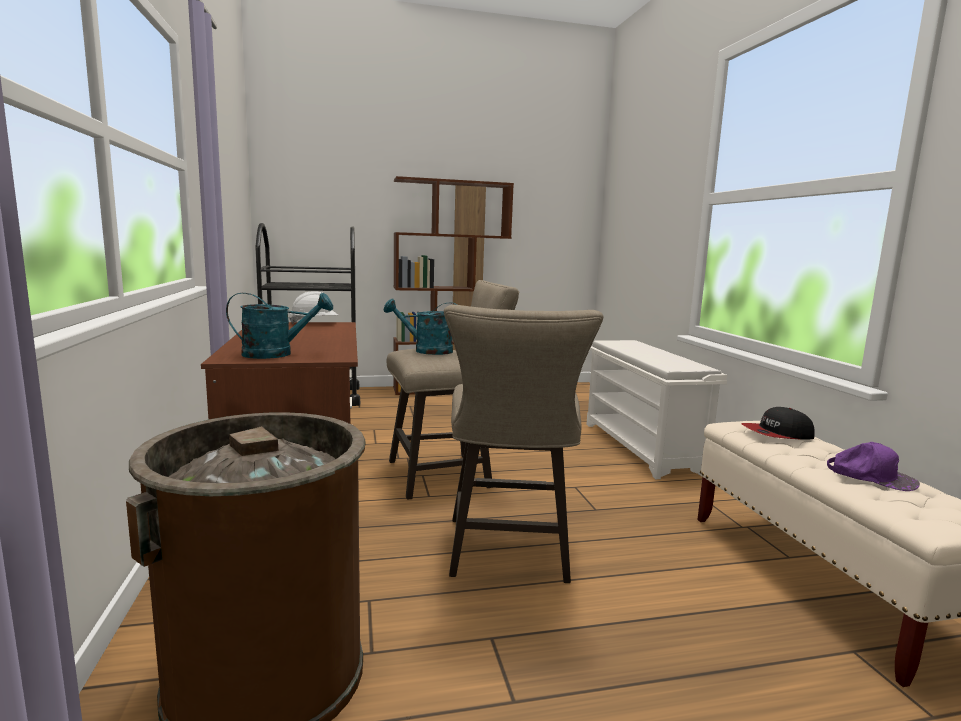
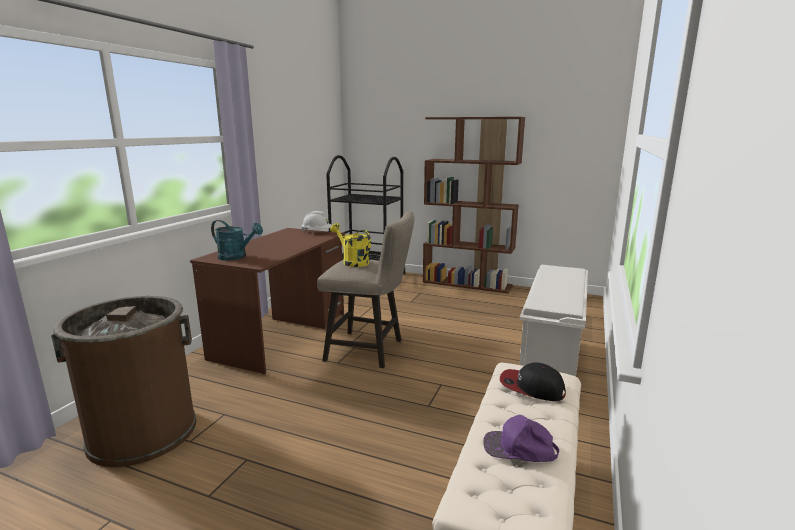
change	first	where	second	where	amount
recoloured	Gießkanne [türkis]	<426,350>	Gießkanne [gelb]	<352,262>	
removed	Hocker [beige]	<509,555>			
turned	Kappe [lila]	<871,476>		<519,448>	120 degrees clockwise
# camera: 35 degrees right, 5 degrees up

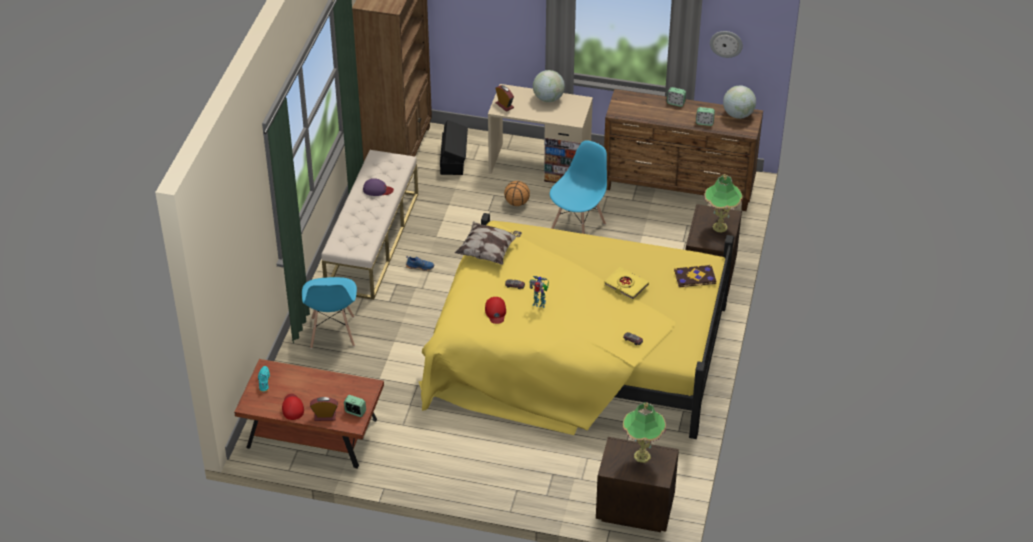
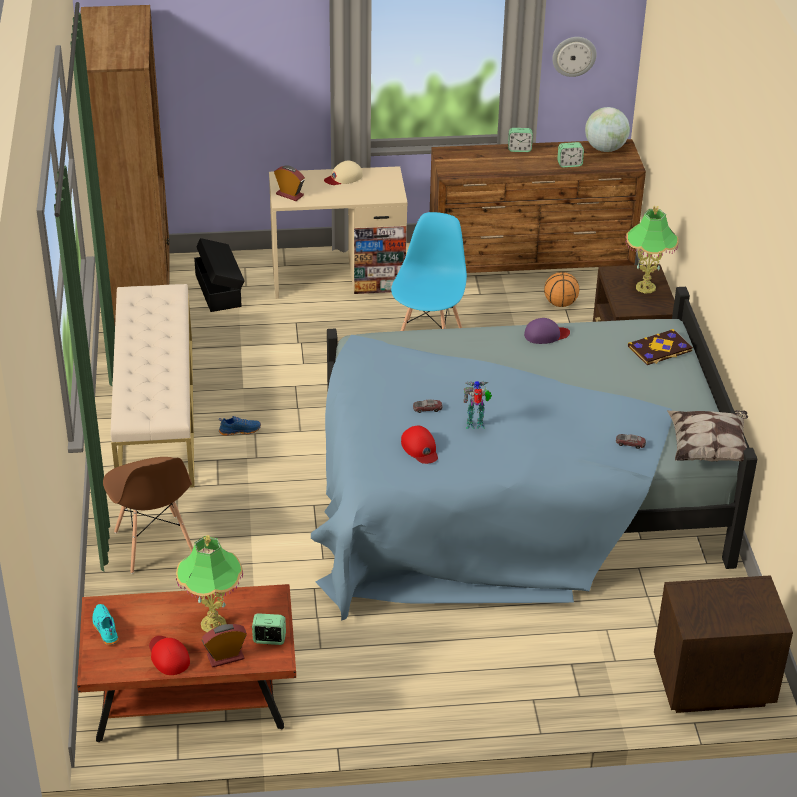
change	first	where	second	where	amount
recoloured	Stuhl [blau]	<332,333>	Stuhl [braun]	<154,544>	
moved	Kappe [lila]	<377,190>		<546,335>	
recoloured	Bett [gelb]	<576,353>	Bett [blau]	<512,495>	
moved	Kissen	<488,251>		<709,449>	
moved	Basketball	<517,203>		<560,303>	
replaced	Globus	<548,98>	Kappe [beige]	<343,177>	
removed	Buch [gelb]	<626,286>			
moved	Tischlampe	<641,456>		<213,624>	
# camera: 20 degrees left, 5 degrees down

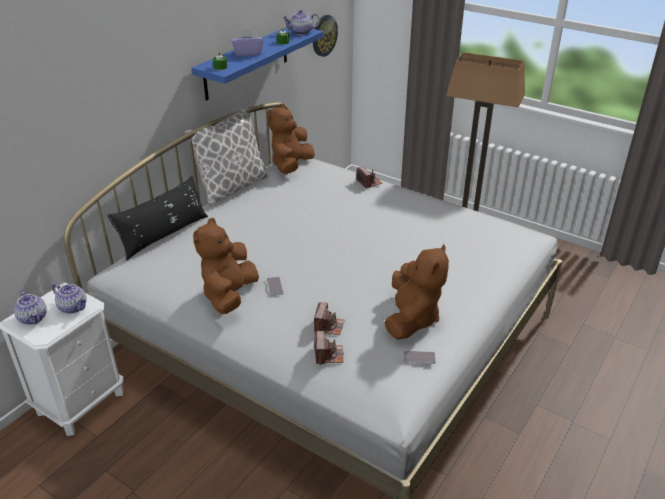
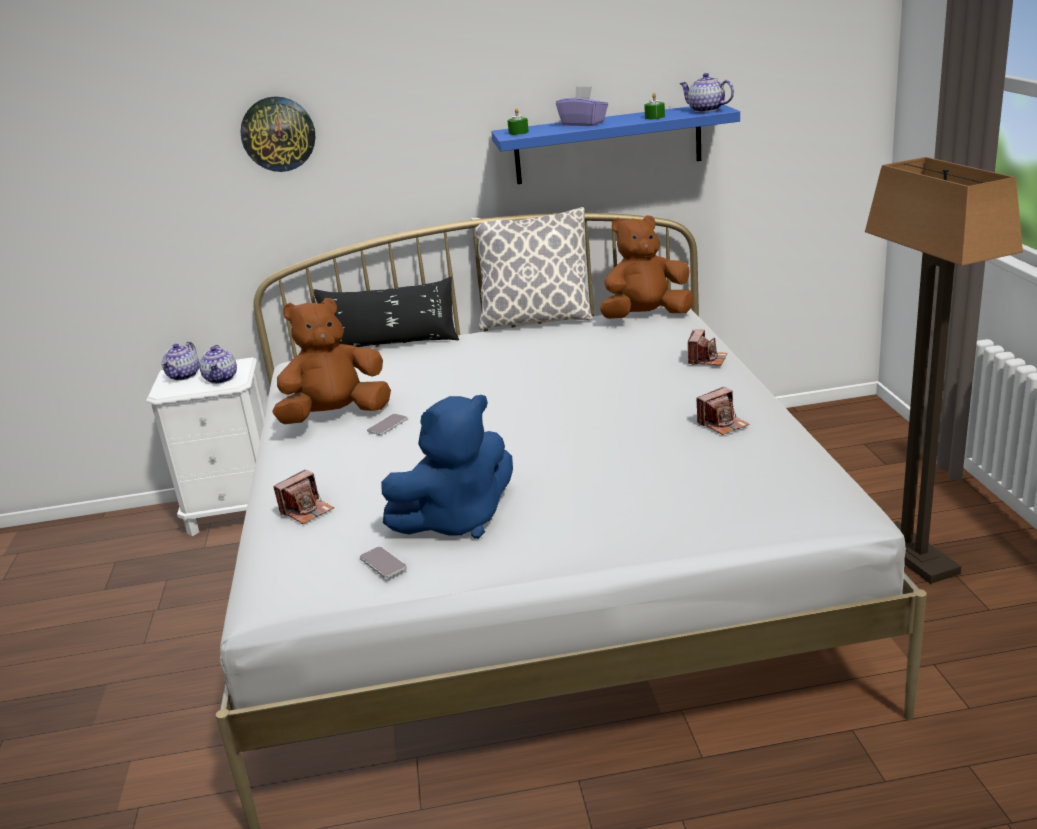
change	first	where	second	where	amount
moved	Wanduhr	<324,35>		<278,134>	
moved	Kamera	<328,326>		<722,424>	
recoloured	Plüschtier [braun]	<411,318>	Plüschtier [blau]	<457,520>	
# camera: 50 degrees right, 10 degrees down

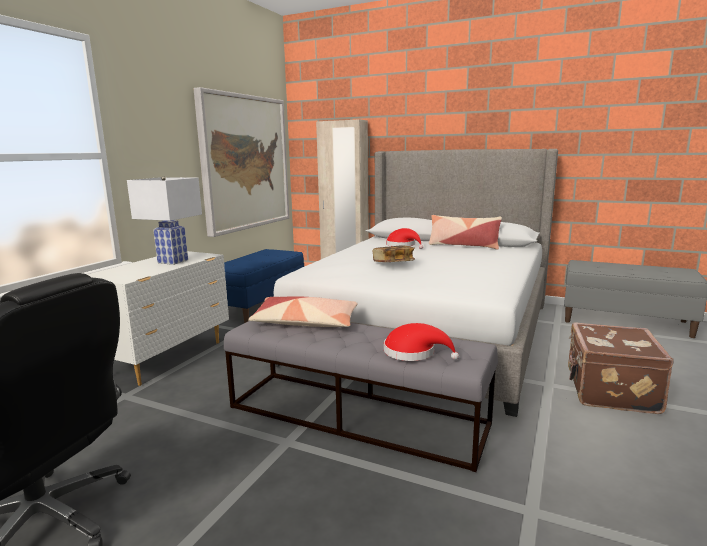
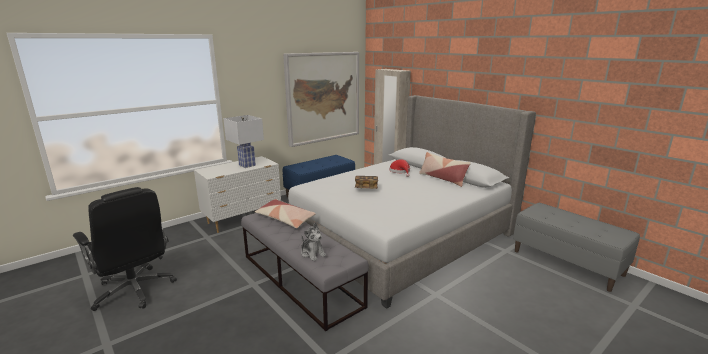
change	first	where	second	where	amount
replaced	Hut [rot]	<414,353>	Plüschtier	<312,253>	
removed	Koffer [braun]	<609,391>			
# camera: 25 degrees right, 5 degrees up

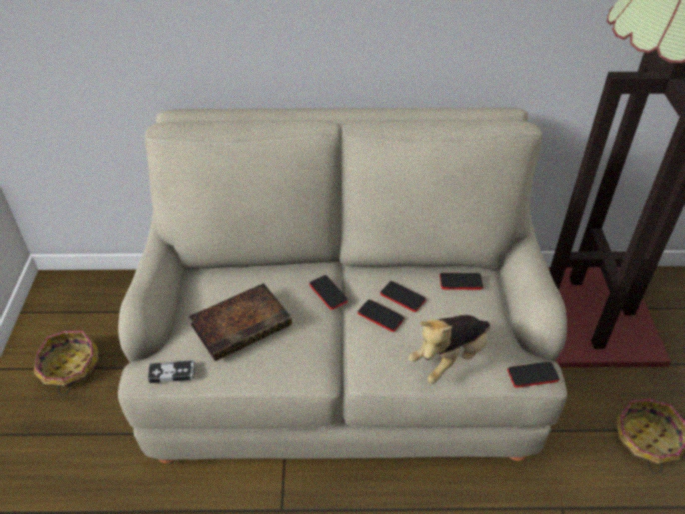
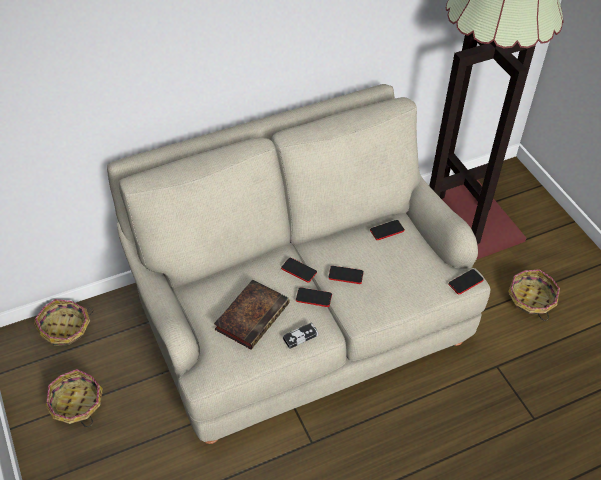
change	first	where	second	where	amount
moved	Gamepad	<172,373>		<300,337>	
moved	Handy	<402,297>		<313,298>	
removed	Plüschtier	<450,358>			
added			Korb	<65,329>	
# camera: 25 degrees left, 5 degrees up

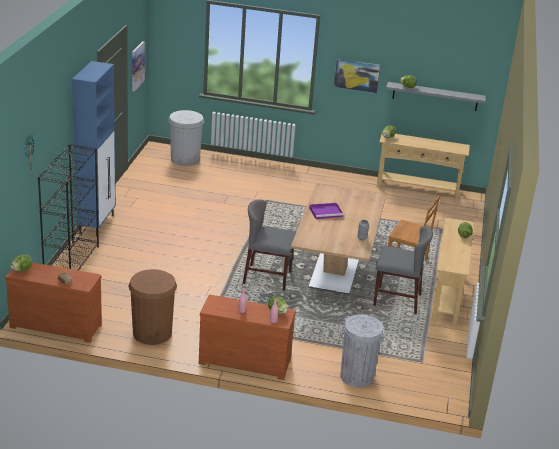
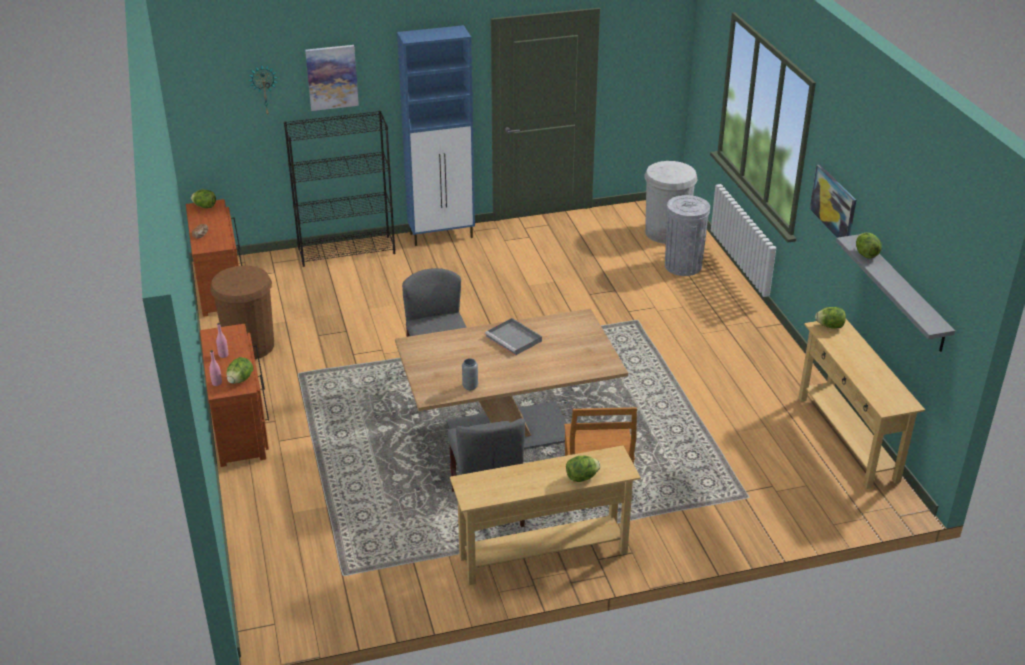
change	first	where	second	where	amount
moved	Bild	<137,66>		<332,77>	
recoloured	Tablett [lila]	<326,212>	Tablett [grau]	<514,339>	
moved	Mülleimer [grau]	<357,376>		<683,266>	
# camera: 65 degrees right, 5 degrees up

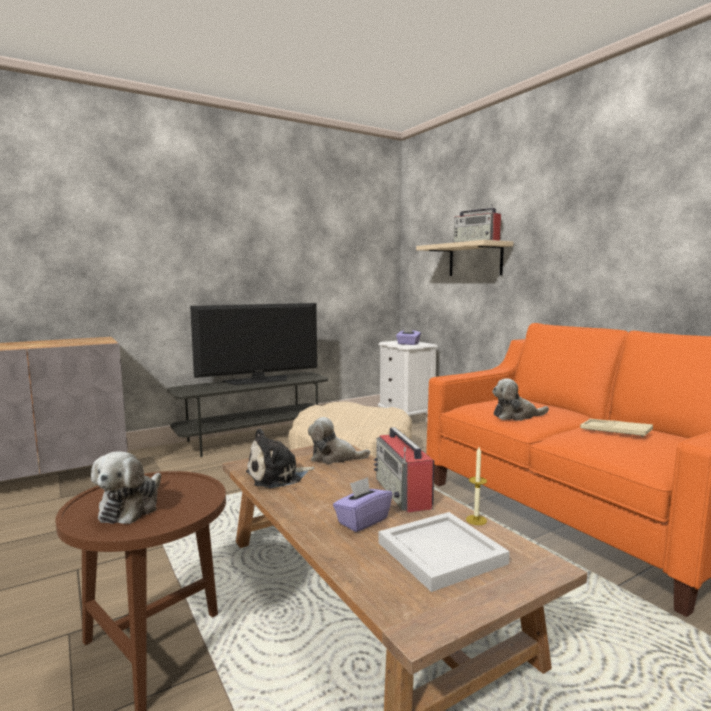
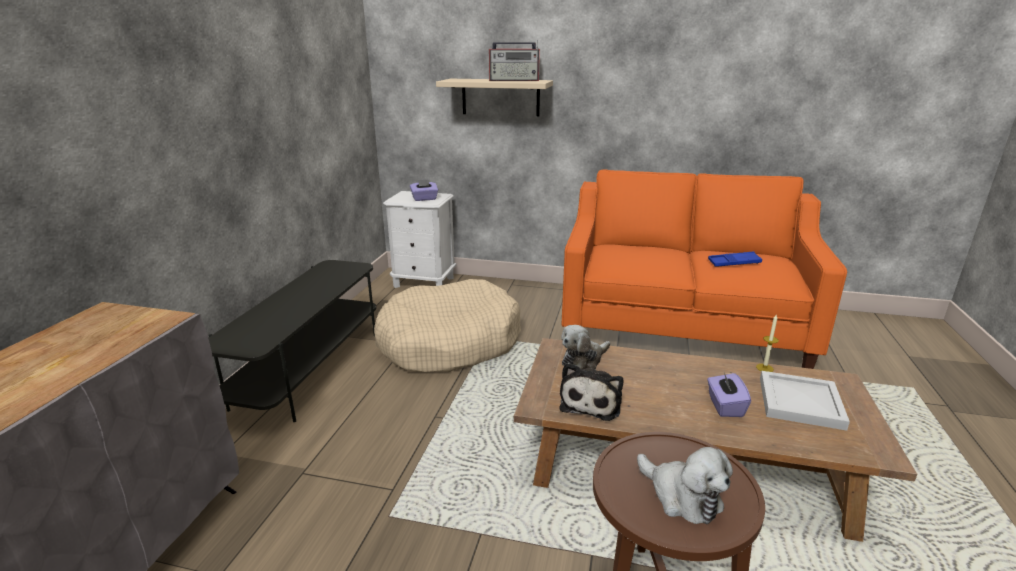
change	first	where	second	where	amount
removed	Fernseher	<258,380>			
removed	Radio	<403,493>			
removed	Plüschtier	<516,416>			
recoloured	Tablett [beige]	<615,432>	Tablett [blau]	<734,263>	
# camera: 45 degrees left, 15 degrees up

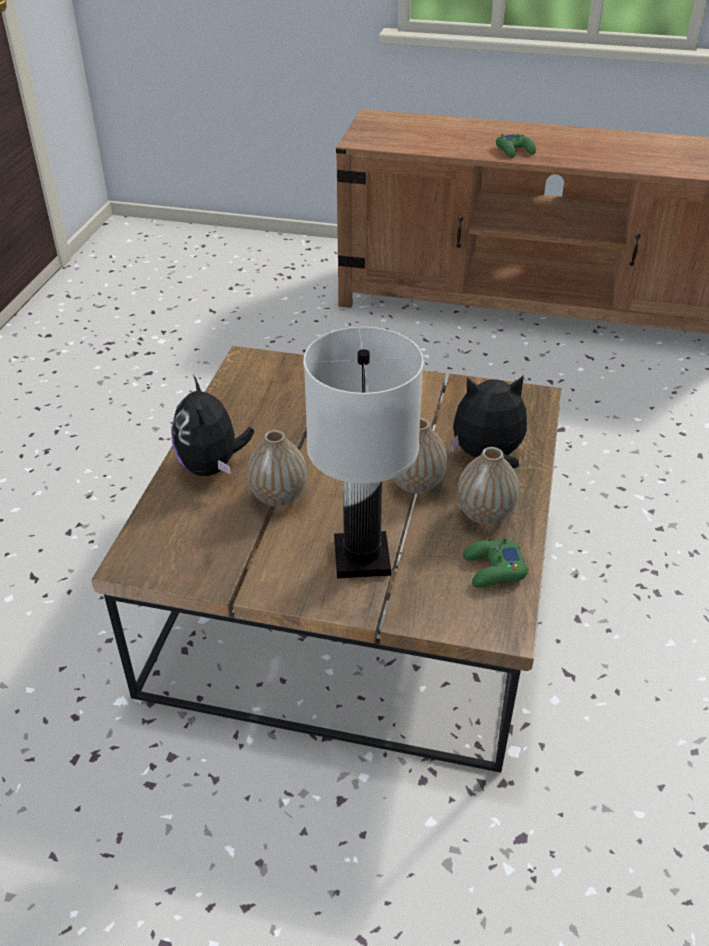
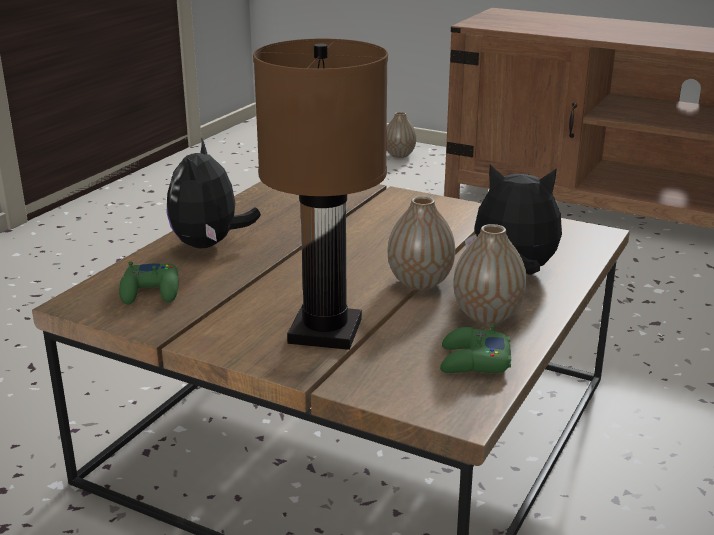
change	first	where	second	where	amount
moved	Vase	<278,496>		<399,155>	
recoloured	Tischlampe [weiß]	<363,558>	Tischlampe [braun]	<326,332>	
moved	Gamepad [grün]	<515,150>		<151,291>	
# camera: 15 degrees right, 15 degrees down

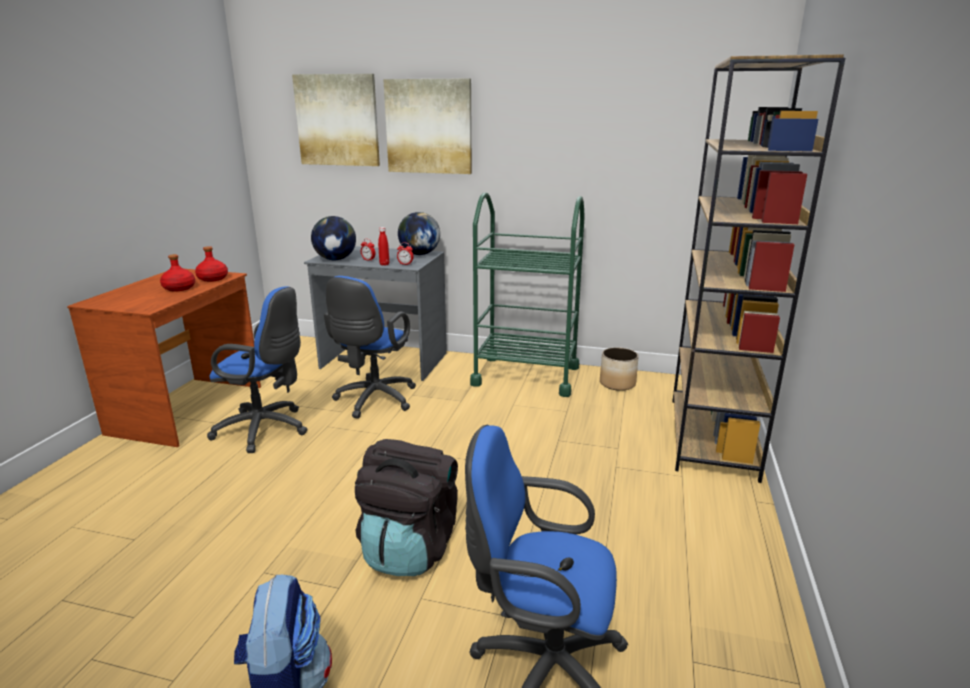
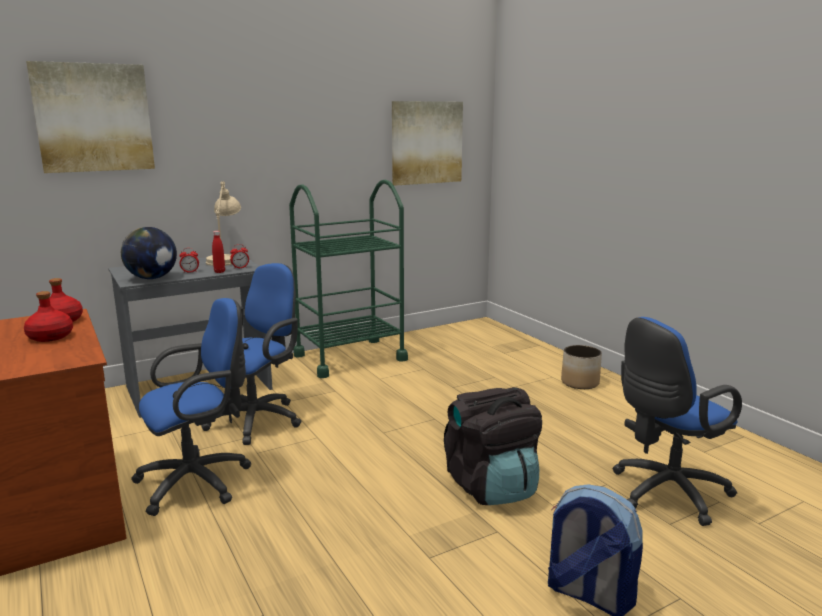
change	first	where	second	where	amount
turned	Bürostuhl [blau]	<373,401>		<259,419>	120 degrees counterclockwise
moved	Bild	<429,126>		<426,142>	
replaced	Globus	<419,254>	Tischlampe [beige]	<226,259>	
moved	Pflanzkübel	<617,384>		<580,382>	
removed	Bücherregal [braun]	<712,437>			
# camera: 45 degrees left, 5 degrees down

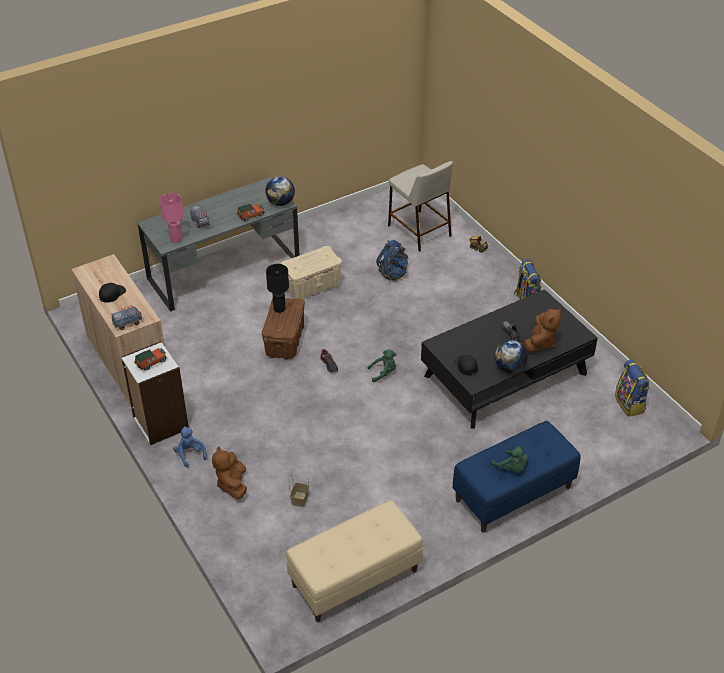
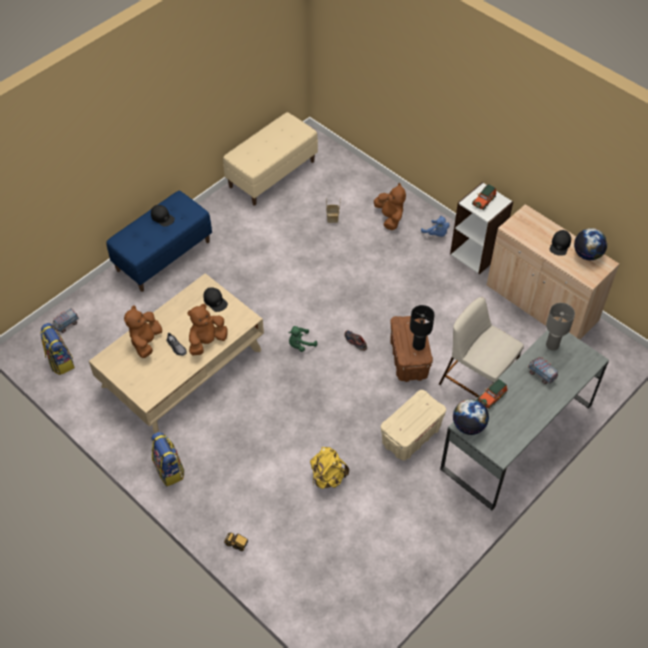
change	first	where	second	where	amount
moved	Spielzeuglaster	<127,323>		<66,325>	
recoloured	Tischlampe [rosa]	<176,238>	Tischlampe [grau]	<552,345>	
recoloured	Rucksack [blau]	<393,273>	Rucksack [gelb]	<327,477>	
moved	Hocker [beige]	<418,230>		<477,384>	
recoloured	Couchtisch [schwarz]	<505,375>	Couchtisch [beige]	<183,367>	
replaced	Plüschtier [grün]	<511,468>	Kappe [schwarz]	<162,217>	
moved	Globus	<509,368>		<587,254>	
added			Plüschtier [braun]	<207,342>	
# camera: 165 degrees right, 10 degrees up

